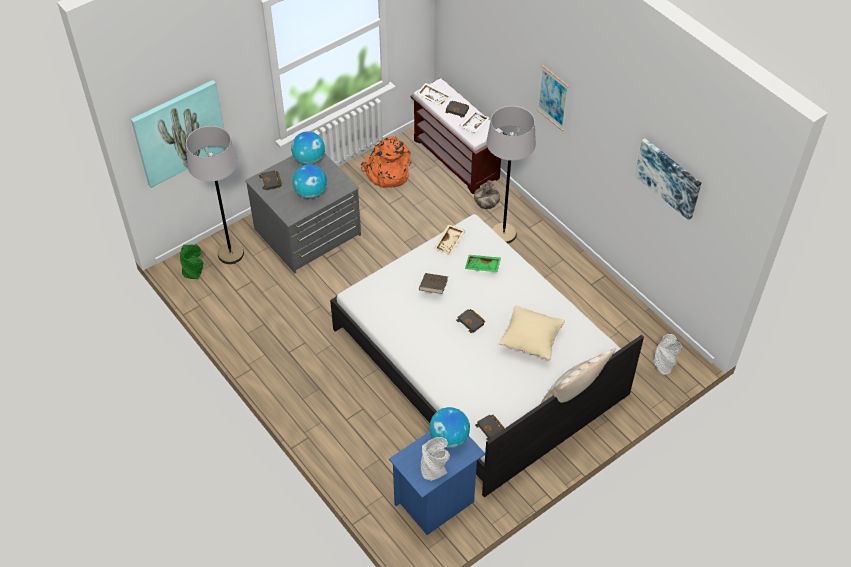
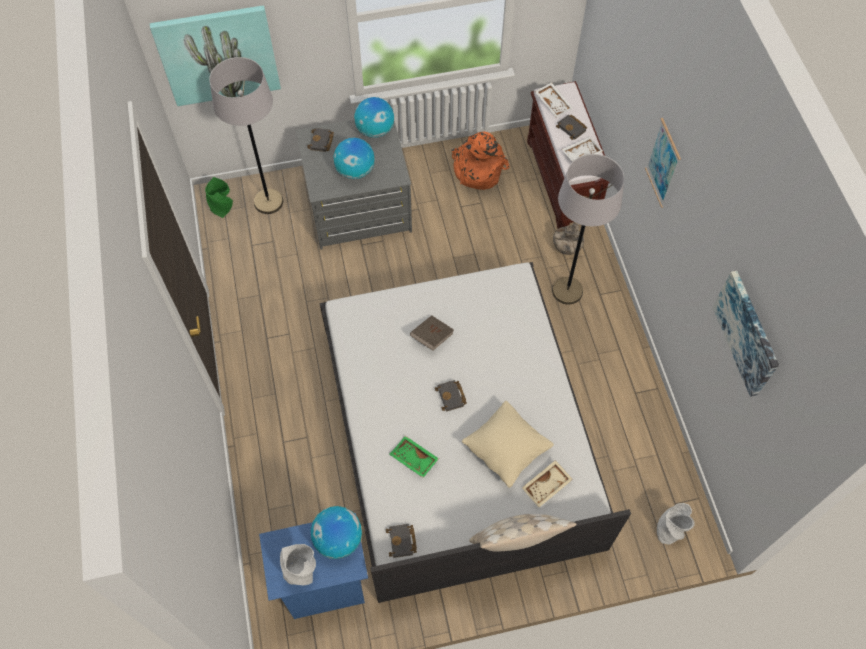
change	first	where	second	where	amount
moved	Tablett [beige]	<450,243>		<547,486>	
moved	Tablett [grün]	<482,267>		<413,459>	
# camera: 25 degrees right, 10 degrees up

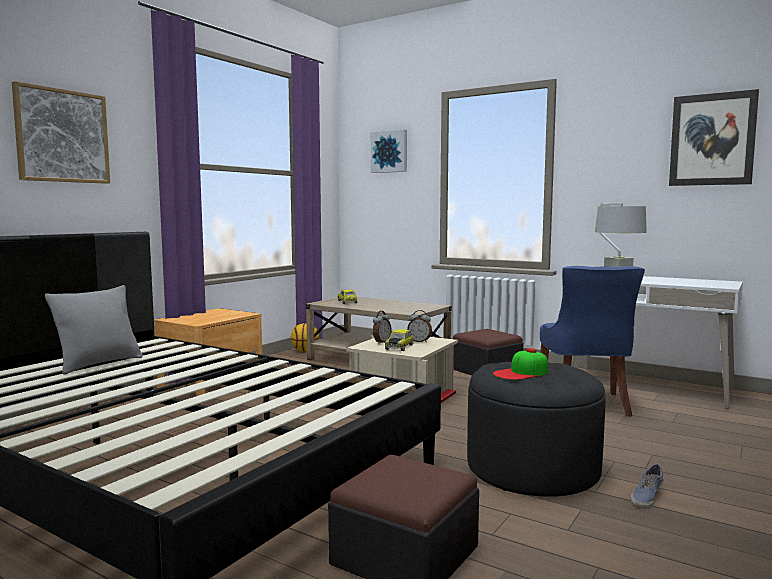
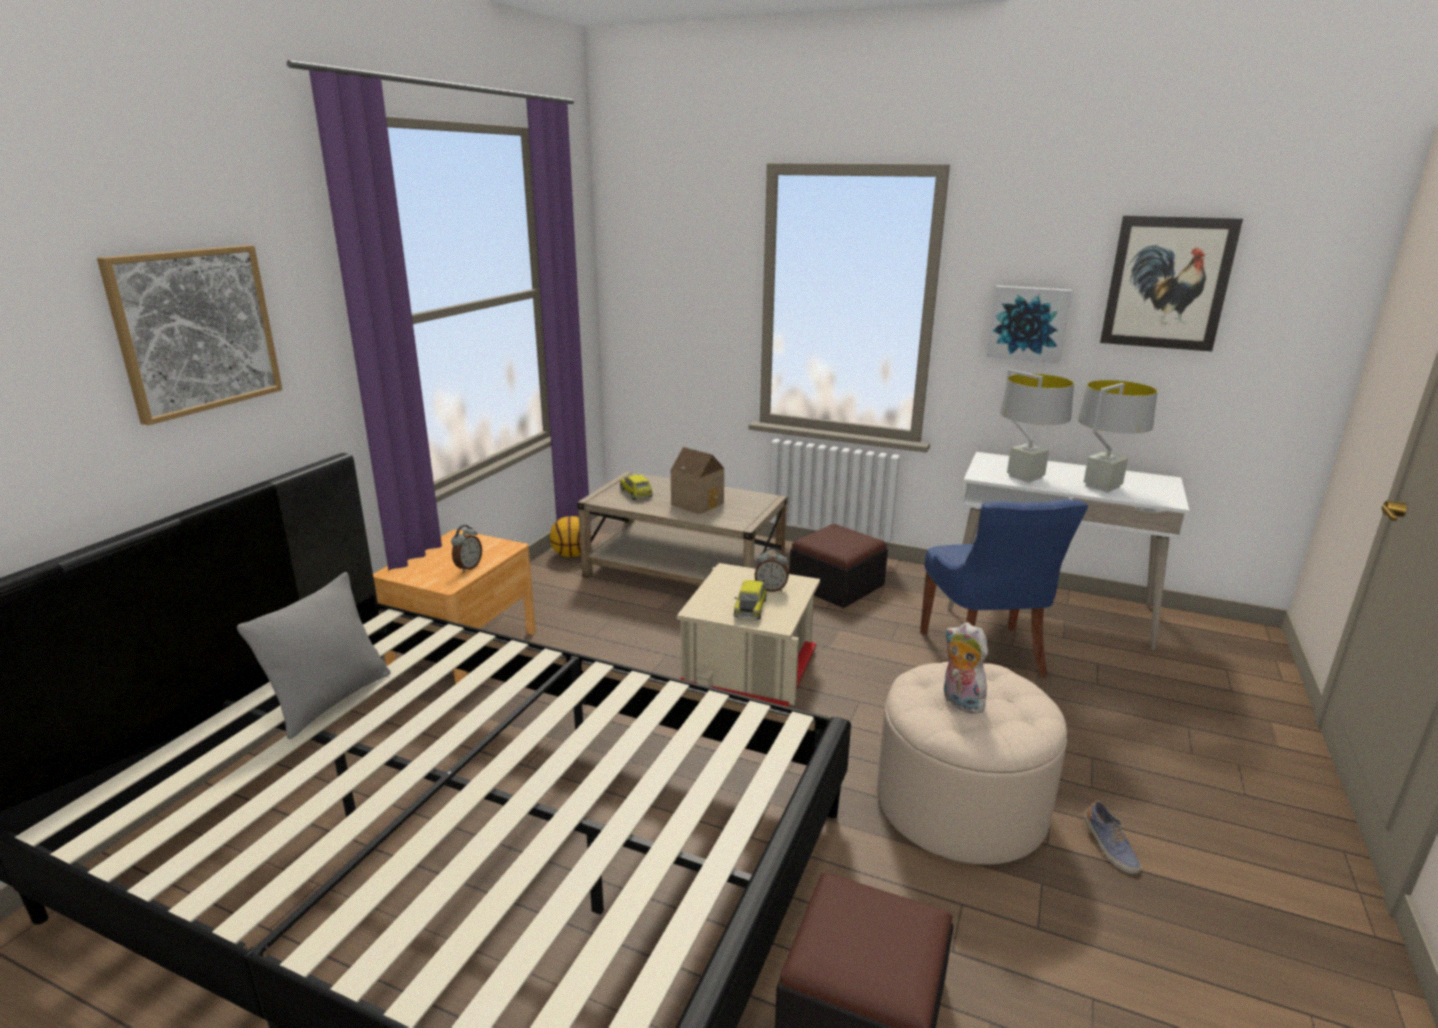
change	first	where	second	where	amount
moved	Bild	<389,152>		<1028,323>	
moved	Wecker	<381,342>		<468,567>	
recoloured	Polsterhocker [schwarz]	<532,469>	Polsterhocker [beige]	<960,805>	
replaced	Kappe	<521,373>	Plüschtier	<959,702>	
turned	Schuh	<646,496>		<1108,847>	45 degrees counterclockwise
added			Spielzeughaus	<698,503>	
added			Tischlampe [grau]	<1102,486>	
# camera: 10 degrees left, 15 degrees up

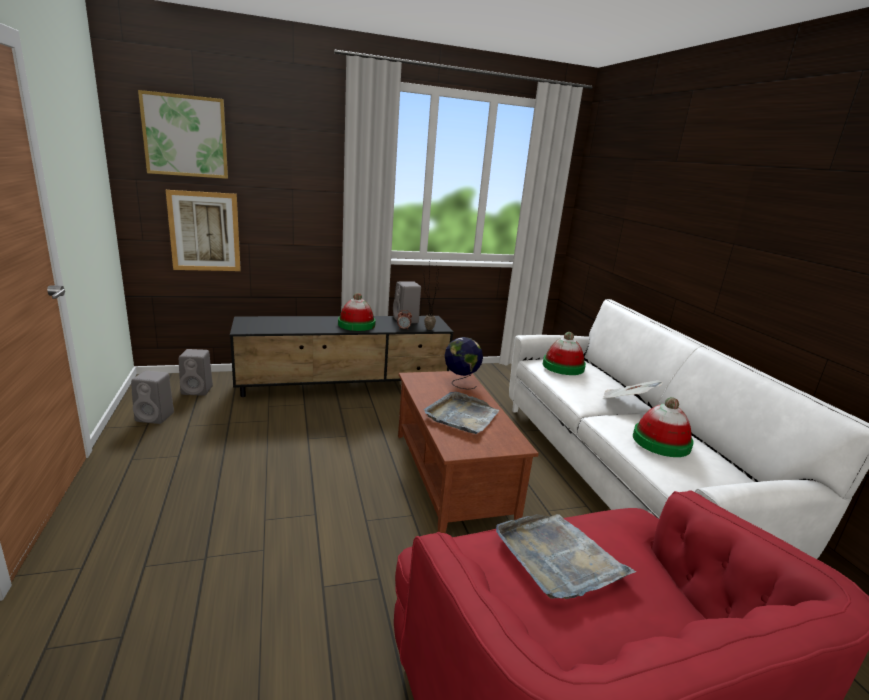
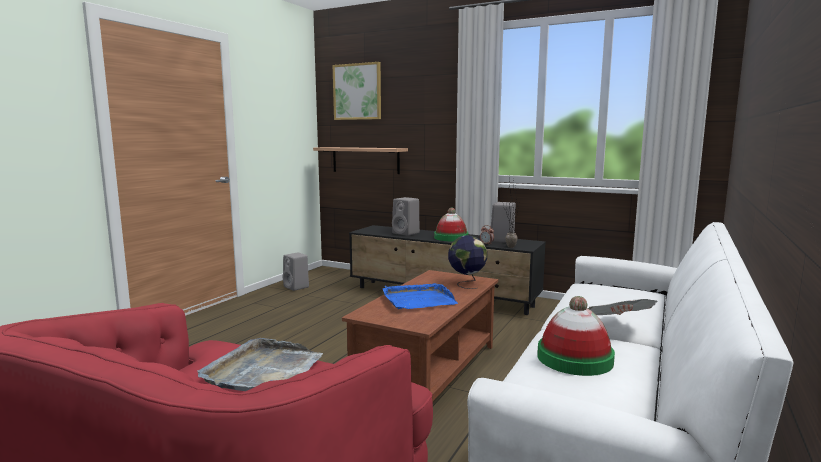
change	first	where	second	where	amount
replaced	Bild	<204,231>	Wandregal	<365,160>	
moved	Lautsprecher [grau]	<198,390>		<406,233>	
recoloured	Tablett [grau]	<462,416>	Tablett [blau]	<418,300>	
removed	Hut	<563,366>			
# camera: 45 degrees right, 10 degrees down

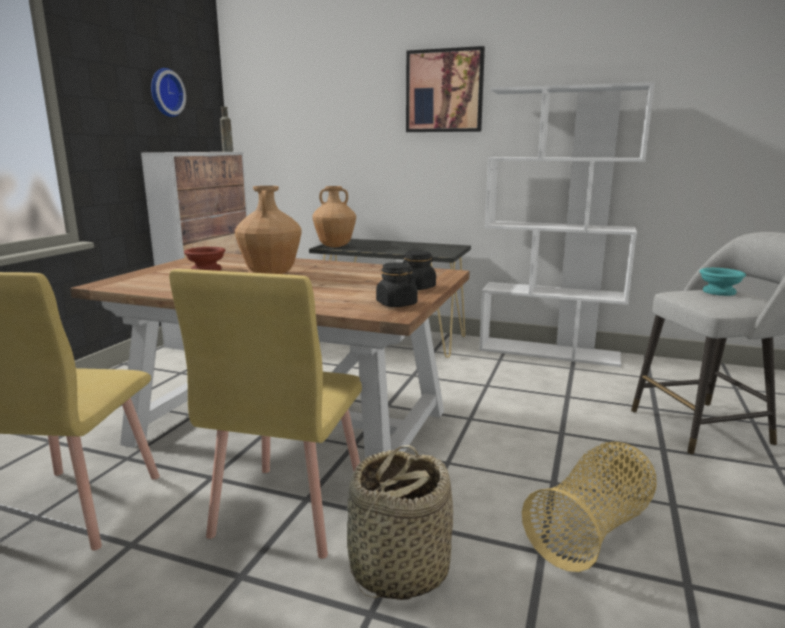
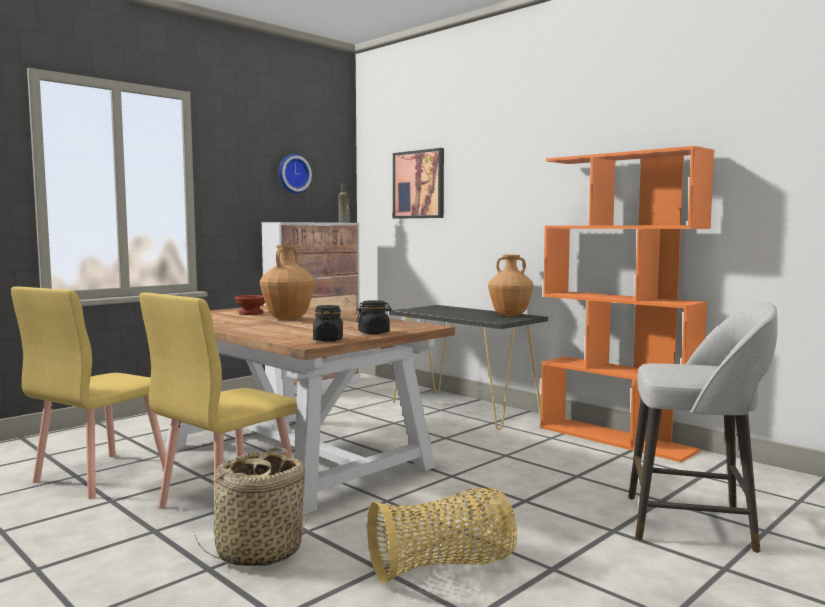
change	first	where	second	where	amount
moved	Vase [braun]	<334,246>		<509,315>	
moved	Bild	<444,91>		<419,184>	
recoloured	Bücherregal [weiß]	<549,352>	Bücherregal [orange]	<617,439>	
removed	Schüssel [türkis]	<720,292>			
# camera: 25 degrees right, 10 degrees down

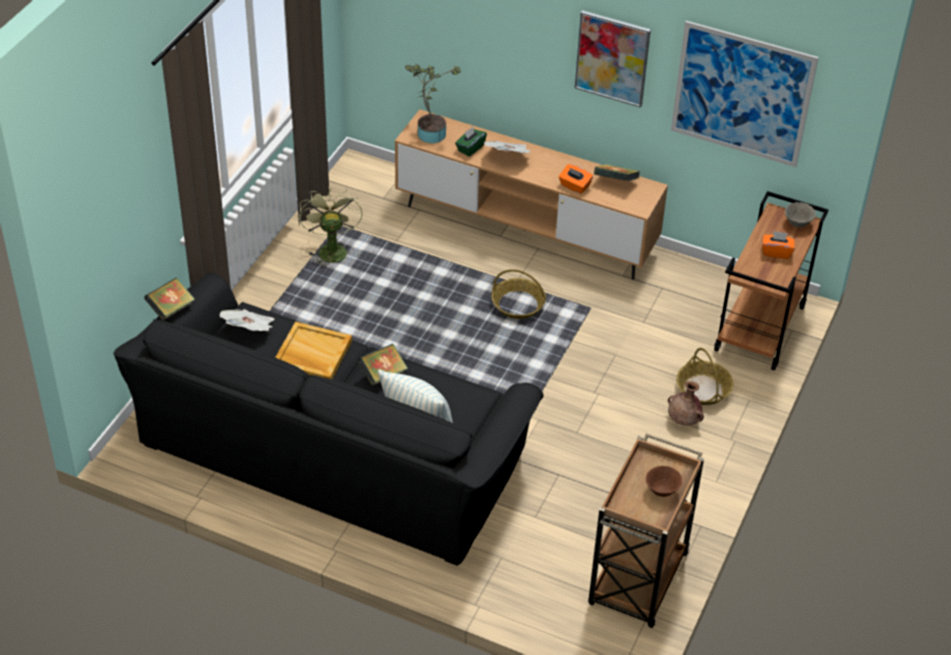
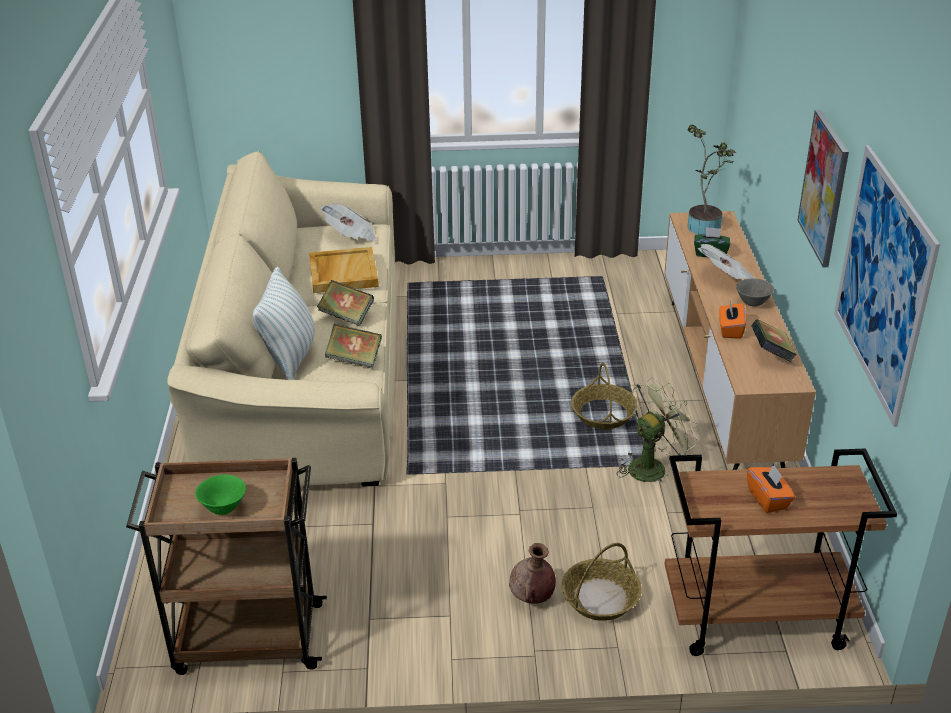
change	first	where	second	where	amount
recoloured	Sofa [schwarz]	<334,450>	Sofa [beige]	<307,371>	
moved	Buch	<171,309>		<354,359>	
moved	Ventilator [grün]	<330,249>		<652,466>	
recoloured	Schüssel [braun]	<661,491>	Schüssel [grün]	<223,508>	
moved	Schüssel [grau]	<797,224>		<752,303>	
# camera: 65 degrees right, 10 degrees down

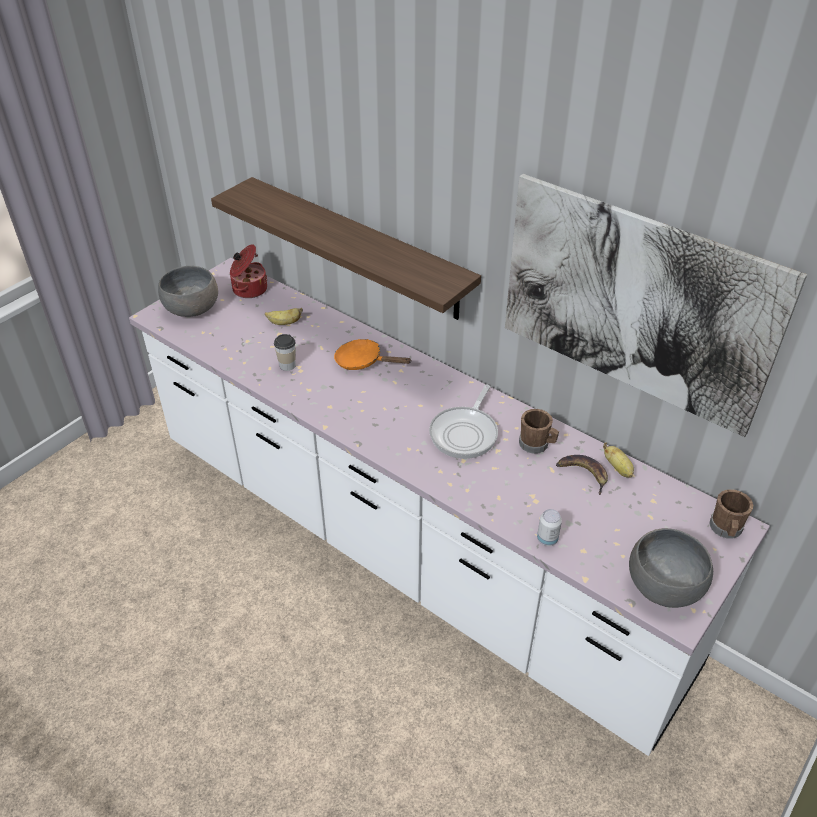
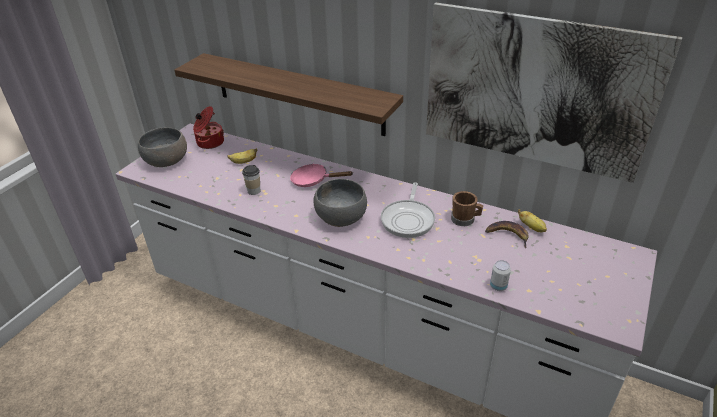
change	first	where	second	where	amount
recoloured	Pfanne [orange]	<363,362>	Pfanne [rosa]	<313,180>	
moved	Schüssel [grau]	<664,585>		<341,217>	
removed	Henkelbecher [braun]	<726,529>			
# camera: 10 degrees left, 5 degrees down

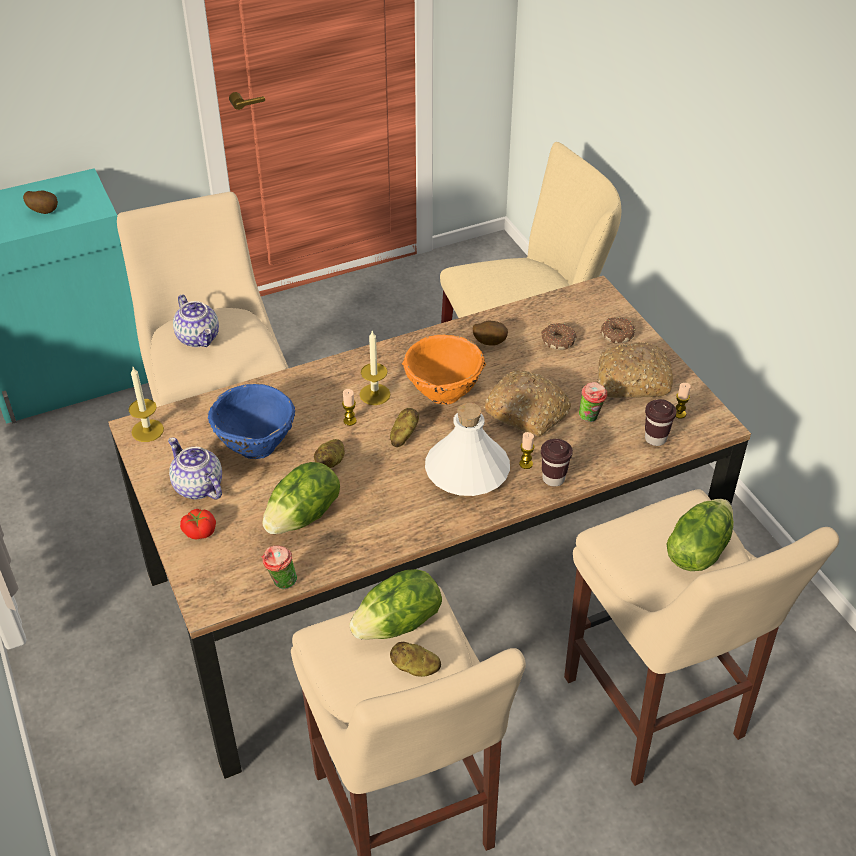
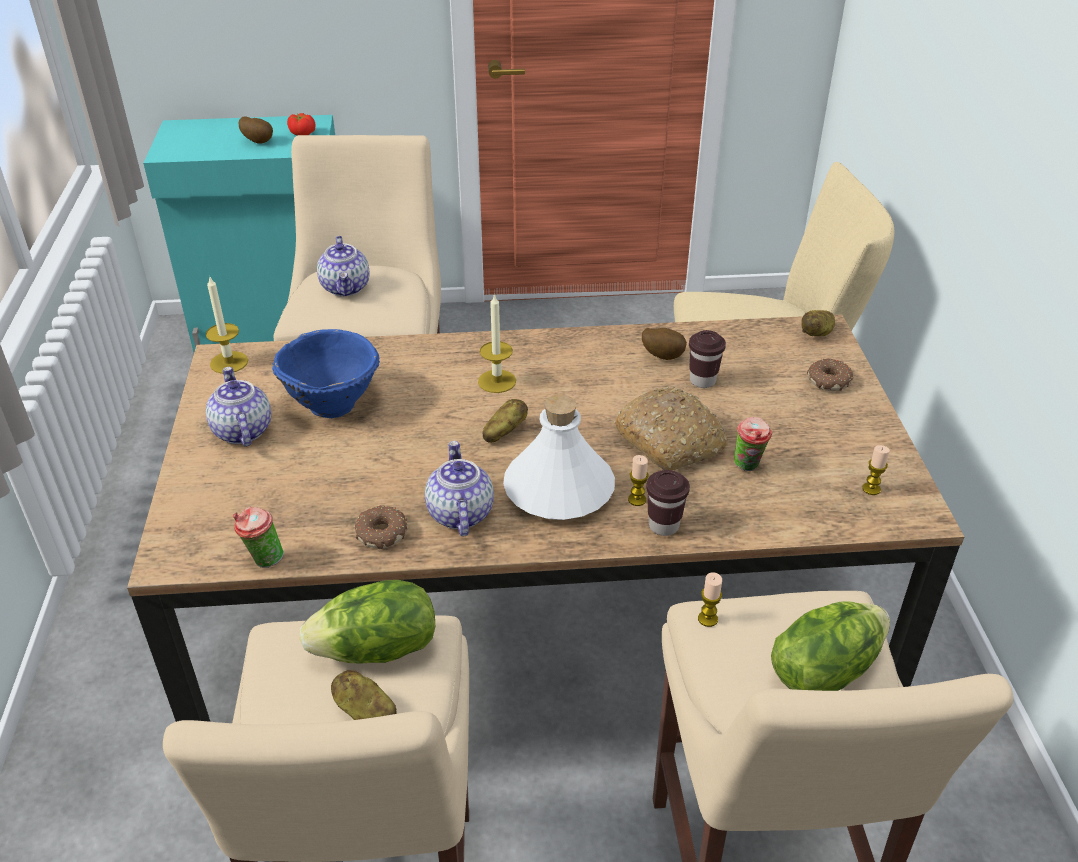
change	first	where	second	where	amount
moved	Tomate	<199,531>		<302,133>	
removed	Salatkopf	<304,516>			
moved	Kartoffel	<331,462>		<817,333>	
moved	Kerze	<350,421>		<707,619>	
removed	Schüssel [orange]	<443,392>			
moved	Donut	<557,340>		<381,532>	
removed	Brot	<632,381>			
moved	Tasse [braun]	<655,438>		<702,381>	
added			Teekanne	<459,513>	
# camera: 20 degrees right, 5 degrees down

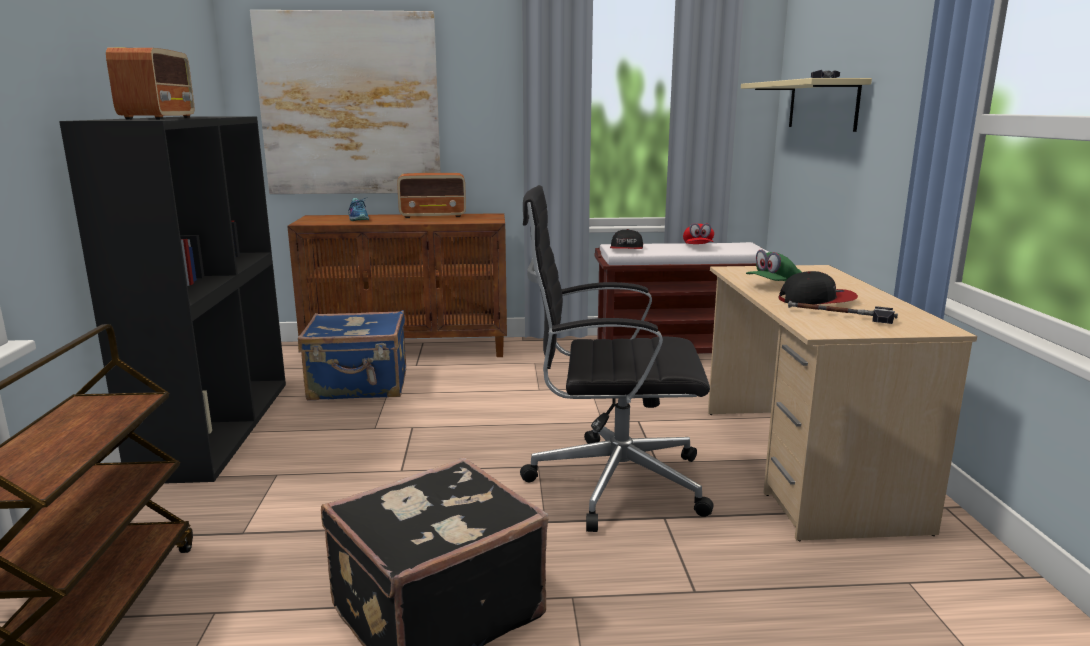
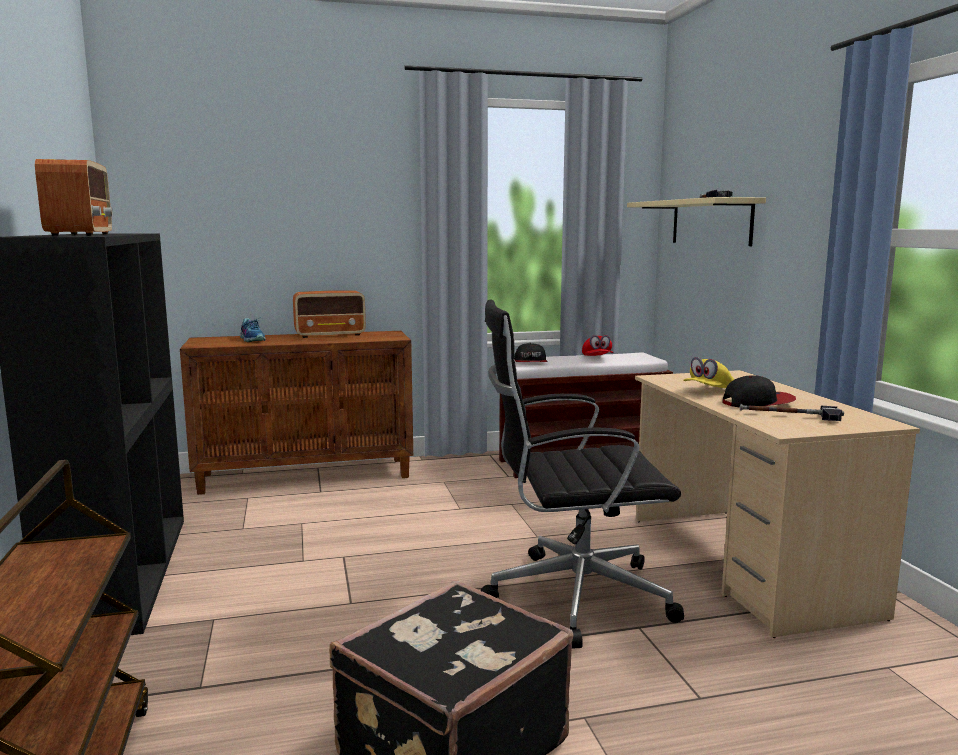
change	first	where	second	where	amount
removed	Bild	<350,105>			
removed	Koffer [blau]	<359,386>			
recoloured	Kappe [grün]	<773,285>	Kappe [gelb]	<708,391>	
# camera: 10 degrees left, 5 degrees down

